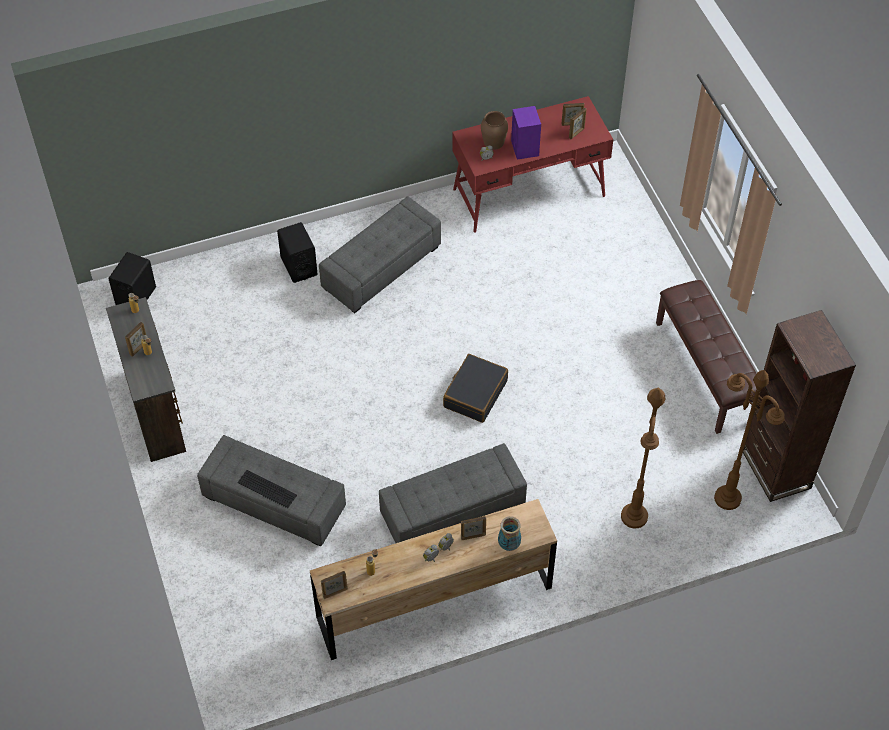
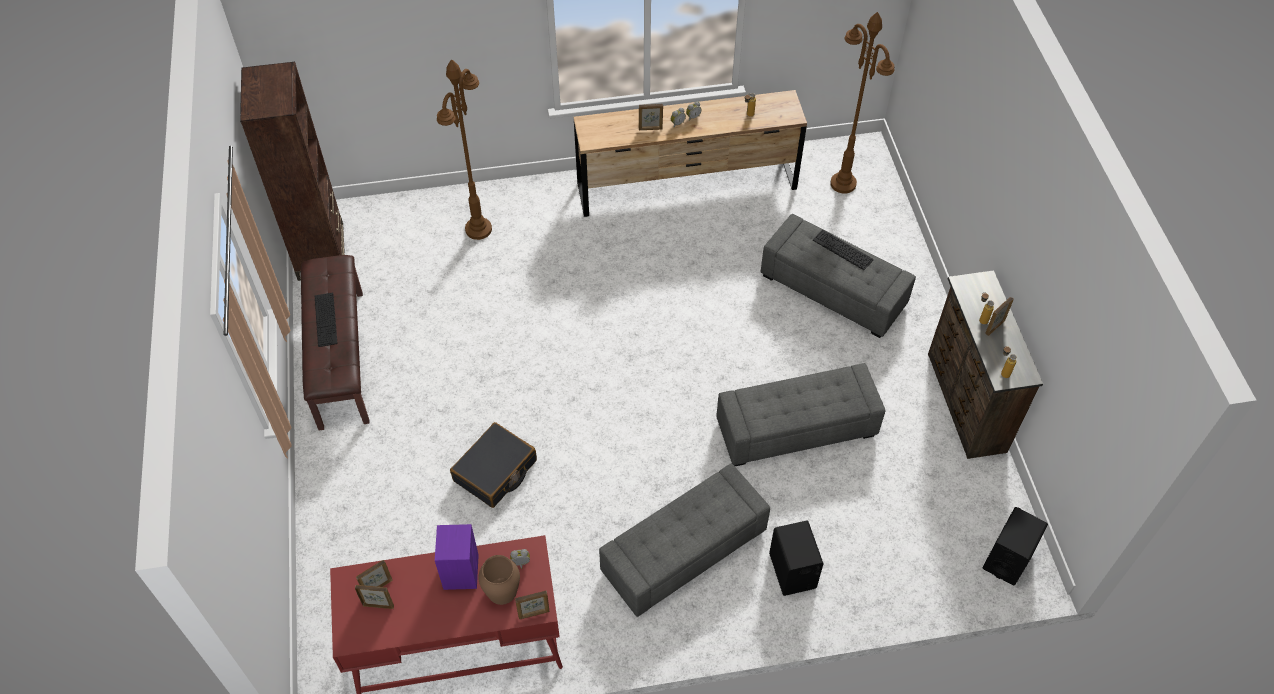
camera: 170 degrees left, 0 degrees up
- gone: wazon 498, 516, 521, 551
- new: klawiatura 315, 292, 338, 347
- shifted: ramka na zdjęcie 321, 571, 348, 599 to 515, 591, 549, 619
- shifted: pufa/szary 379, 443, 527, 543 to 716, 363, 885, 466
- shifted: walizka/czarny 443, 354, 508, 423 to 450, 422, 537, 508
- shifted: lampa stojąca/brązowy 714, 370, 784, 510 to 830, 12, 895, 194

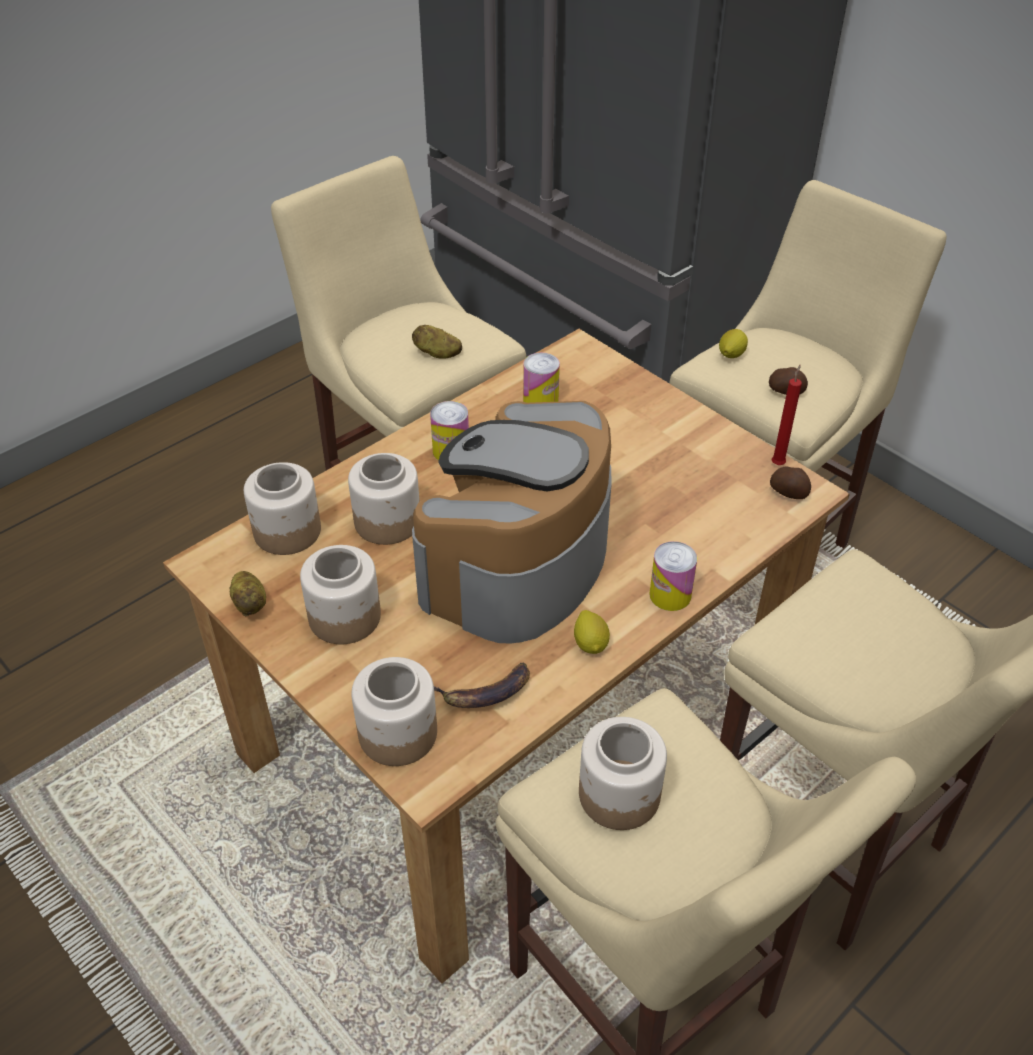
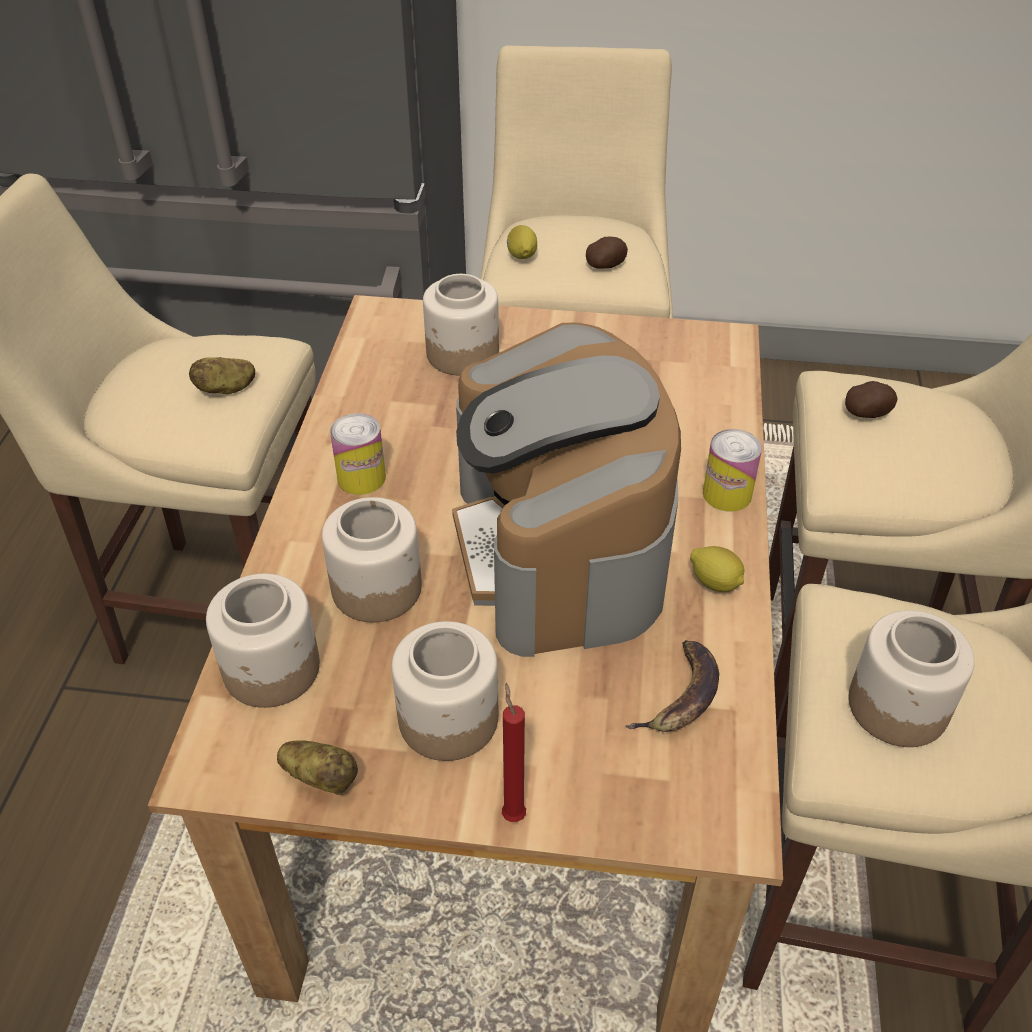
camera: 40 degrees left, 0 degrees up
- gone: puszka 523, 353, 560, 403
- shifted: słoik 352, 657, 437, 766 to 423, 274, 499, 376
- shifted: ziemniak 770, 467, 811, 499 to 845, 381, 898, 418
- shifted: świeca/czerwony 772, 365, 802, 465 to 502, 683, 526, 822

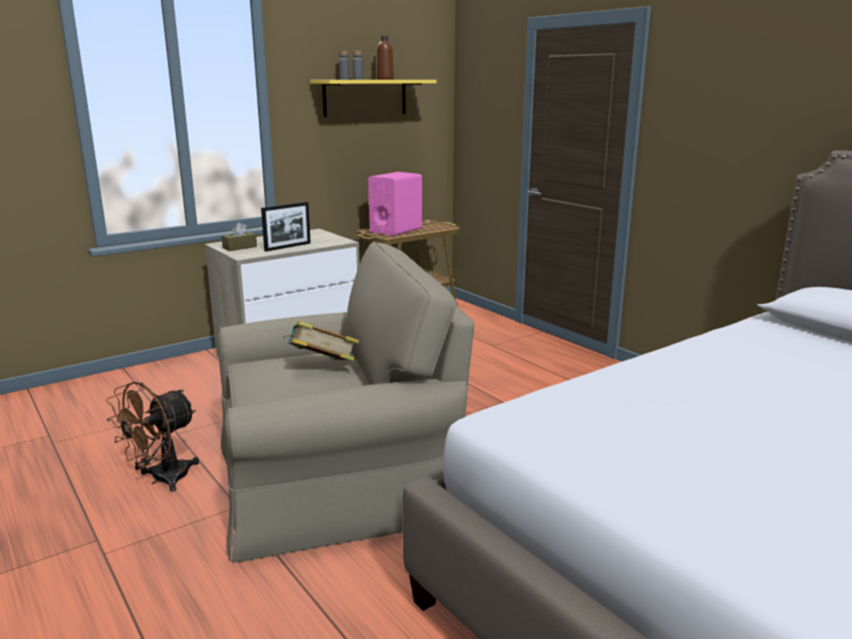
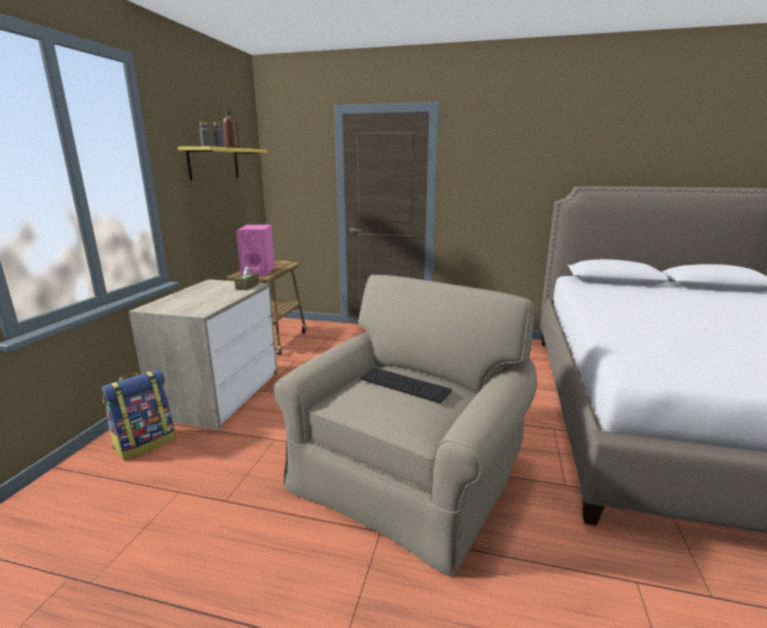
camera: 40 degrees left, 0 degrees up
- gone: wentylator/brązowy 106, 381, 199, 492
- gone: ramka na zdjęcie 261, 202, 311, 252
- new: plecak 102, 370, 176, 461
- shifted: pudełko chusteczek/brązowy 222, 222, 257, 251 to 234, 266, 259, 290
- swapped: książka 283, 321, 359, 361 to klawiatura 359, 367, 452, 403

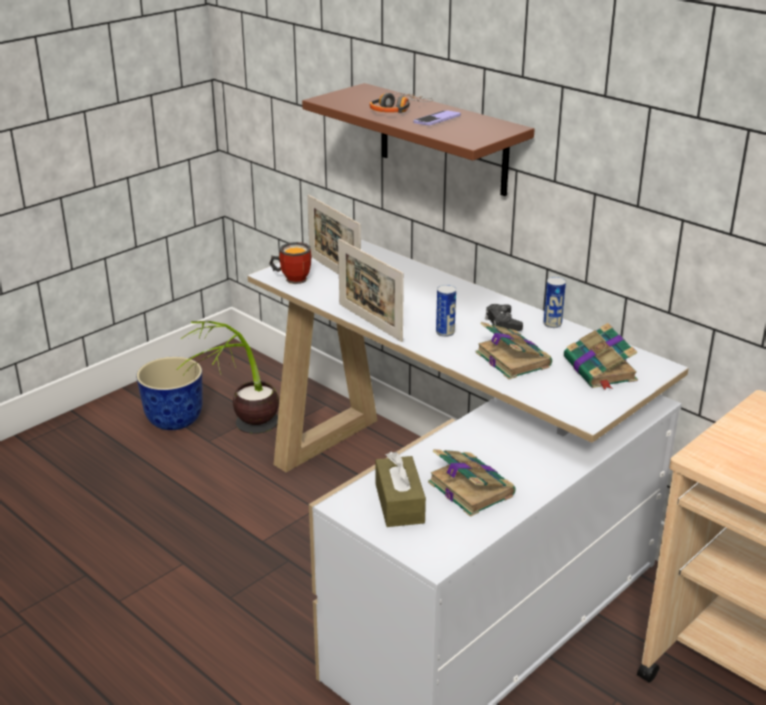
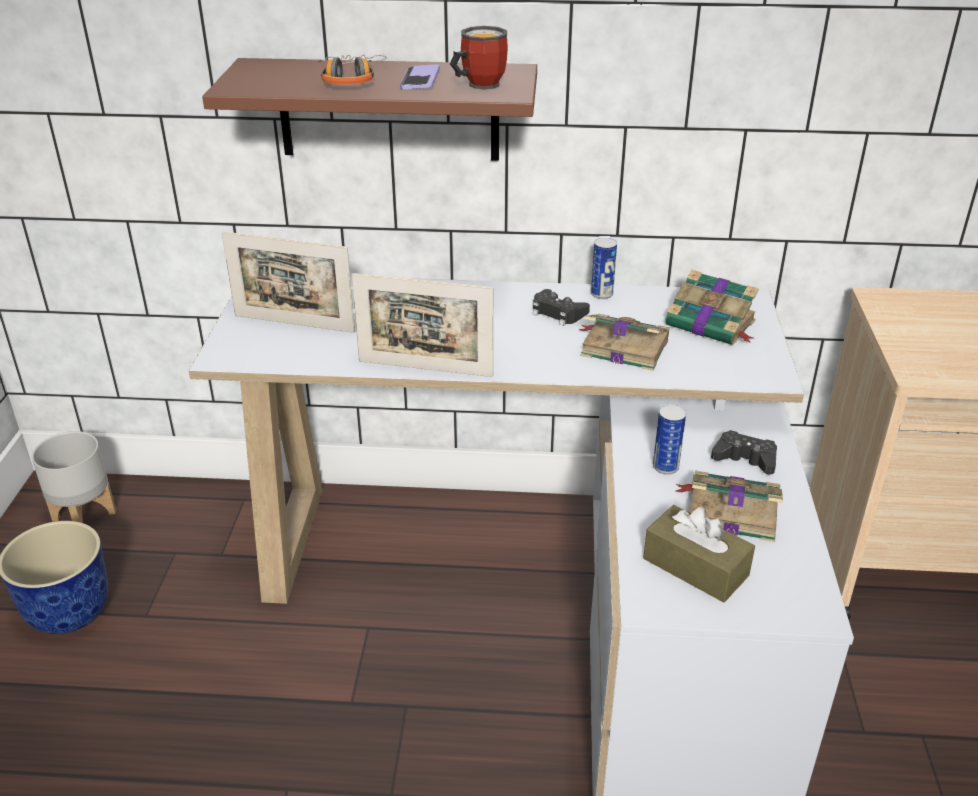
camera: 40 degrees left, 5 degrees up
- gone: roślina doniczkowa 176, 321, 279, 434
- new: donica/szary 31, 431, 116, 523
- new: pad do gier/czarny 711, 430, 777, 475
- shifted: kubek 269, 242, 312, 284 to 450, 26, 508, 90
- shifted: puszka 436, 285, 456, 337 to 653, 404, 686, 475

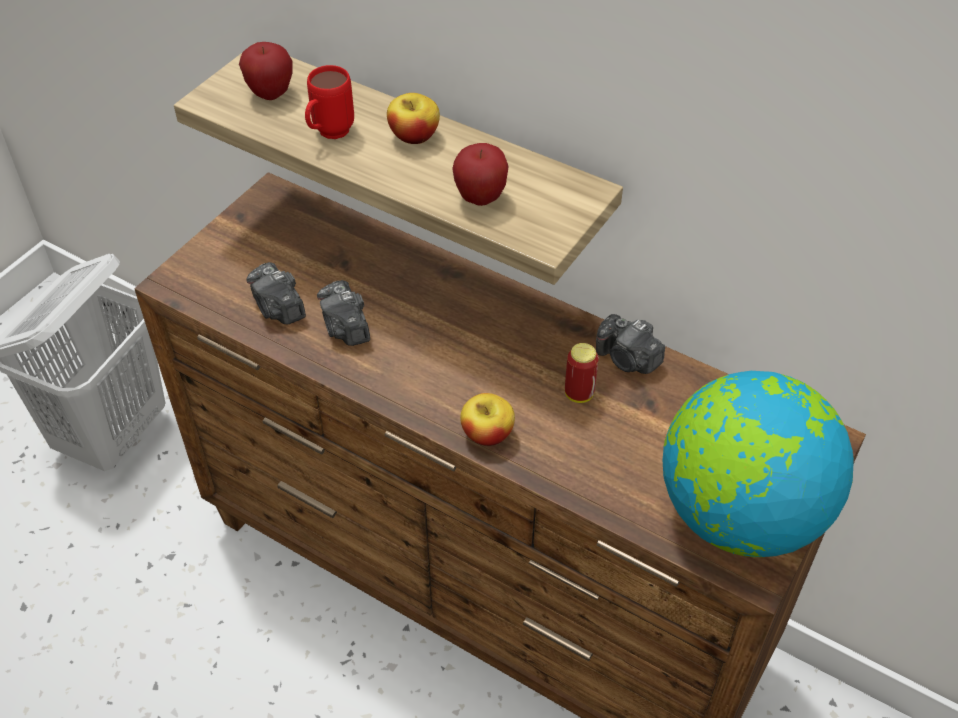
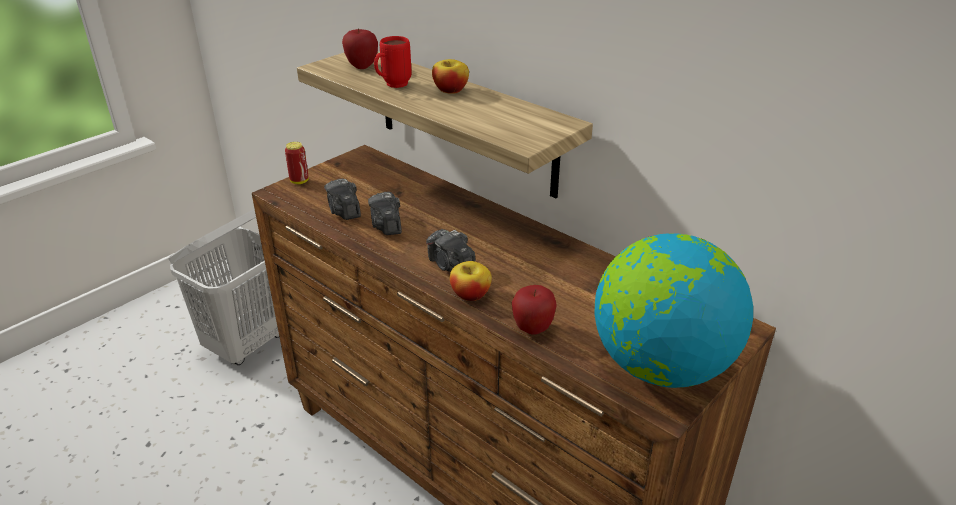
camera: 10 degrees right, 15 degrees down
- shifted: jabłko 452, 143, 509, 206 to 512, 285, 557, 335
- shifted: puszka 565, 343, 599, 403 to 285, 142, 309, 184
- shifted: aparat fotograficzny 596, 314, 665, 374 to 426, 229, 476, 271

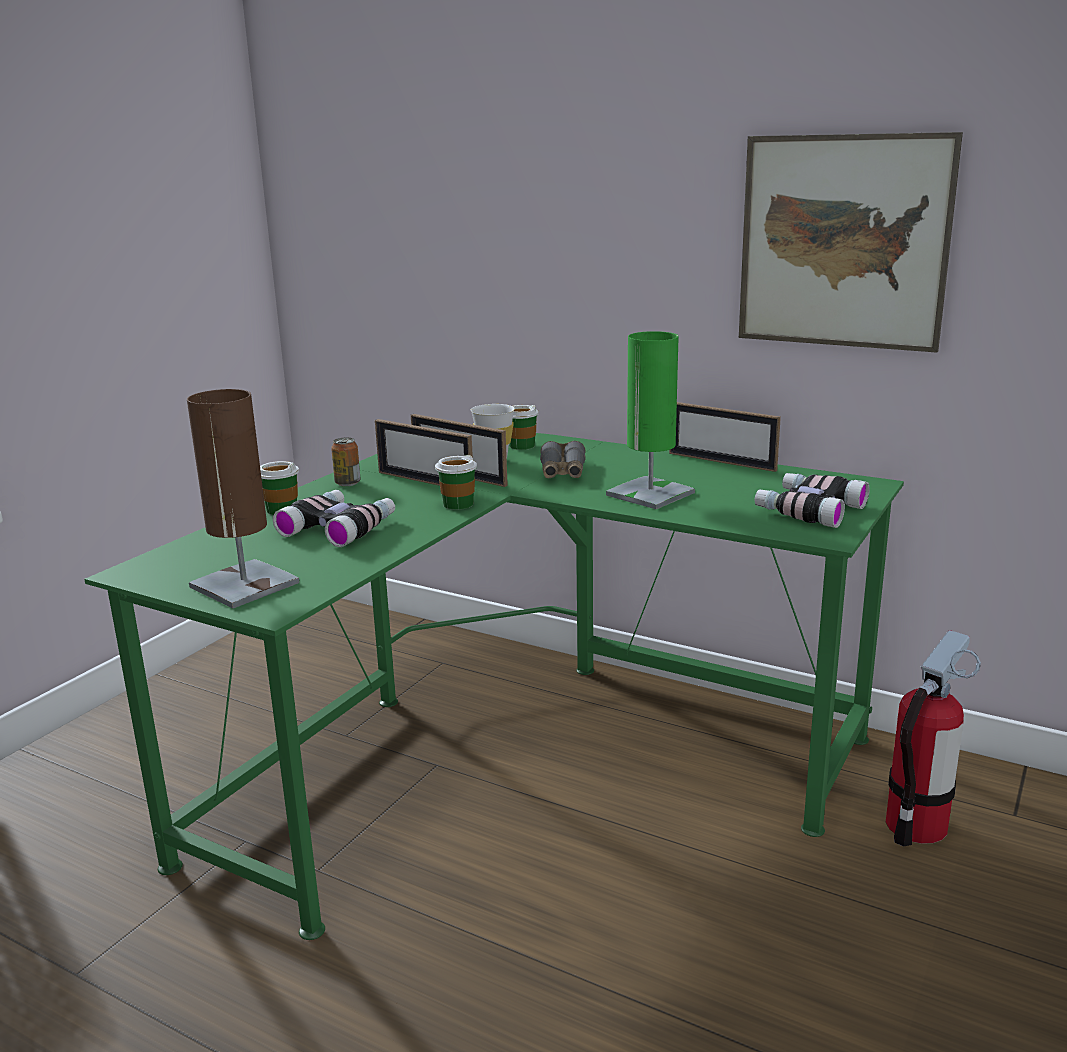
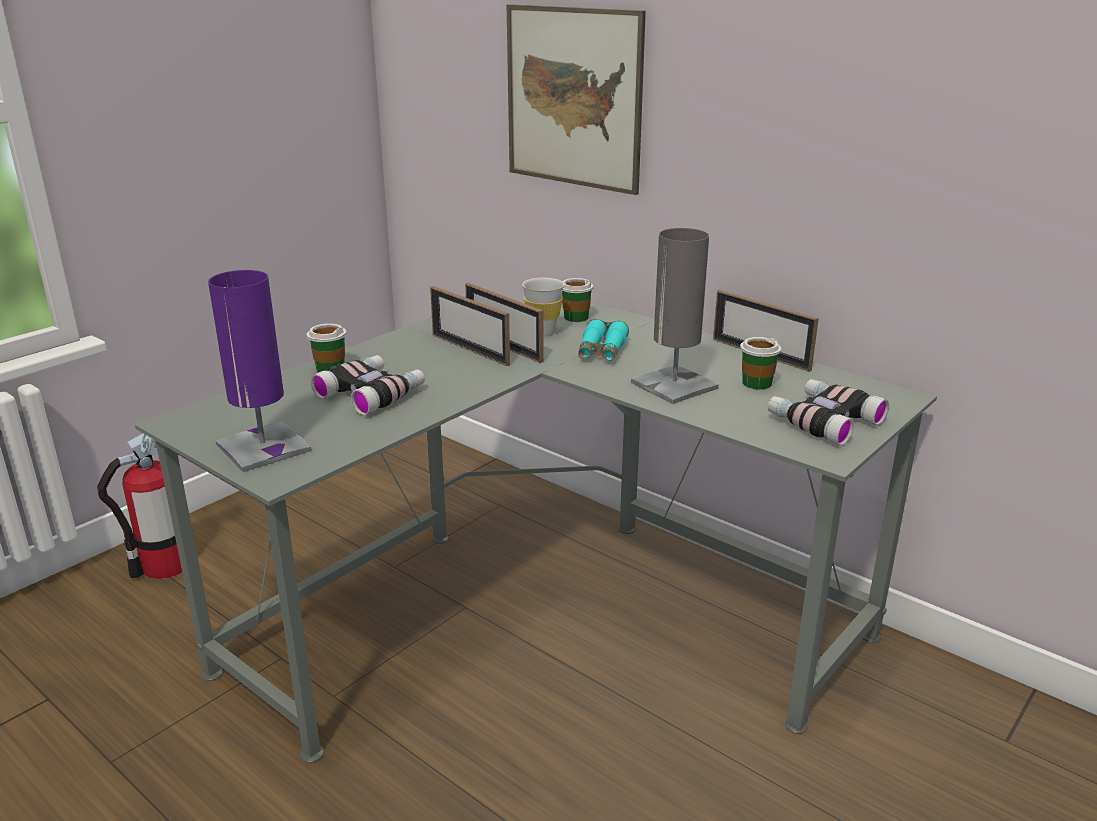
camera: 10 degrees right, 5 degrees up
- gone: puszka 331, 438, 361, 486
- shifted: filiżanka 435, 455, 477, 510 to 740, 337, 781, 390
- shifted: obraz 739, 132, 963, 353 to 507, 4, 646, 195
- shifted: gaśnica 886, 630, 981, 847 to 97, 433, 182, 579
- repainted: biurko/zielony 84, 433, 904, 940 to biurko/szary 135, 298, 937, 763
- repainted: lampa stołowa/brązowy 187, 389, 299, 608 to lampa stołowa/fioletowy 208, 270, 311, 472
- repainted: lornetka/szary 540, 441, 586, 478 to lornetka/turkusowy 578, 319, 629, 361
- repainted: lampa stołowa/zielony 606, 331, 695, 509 to lampa stołowa/szary 631, 228, 719, 404

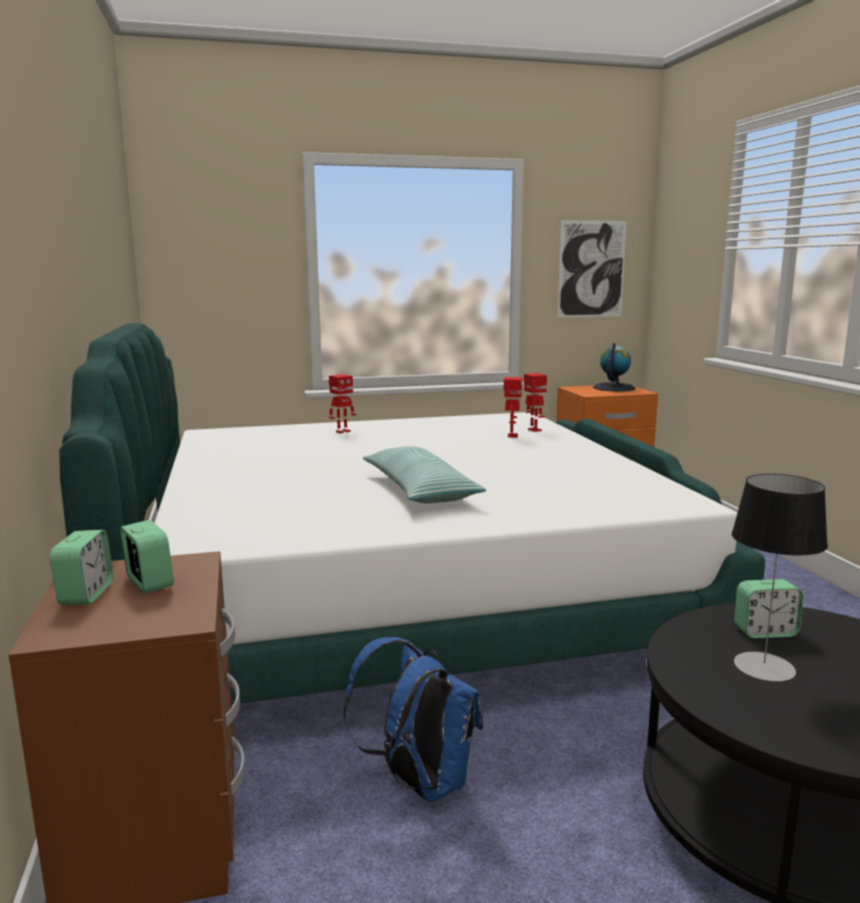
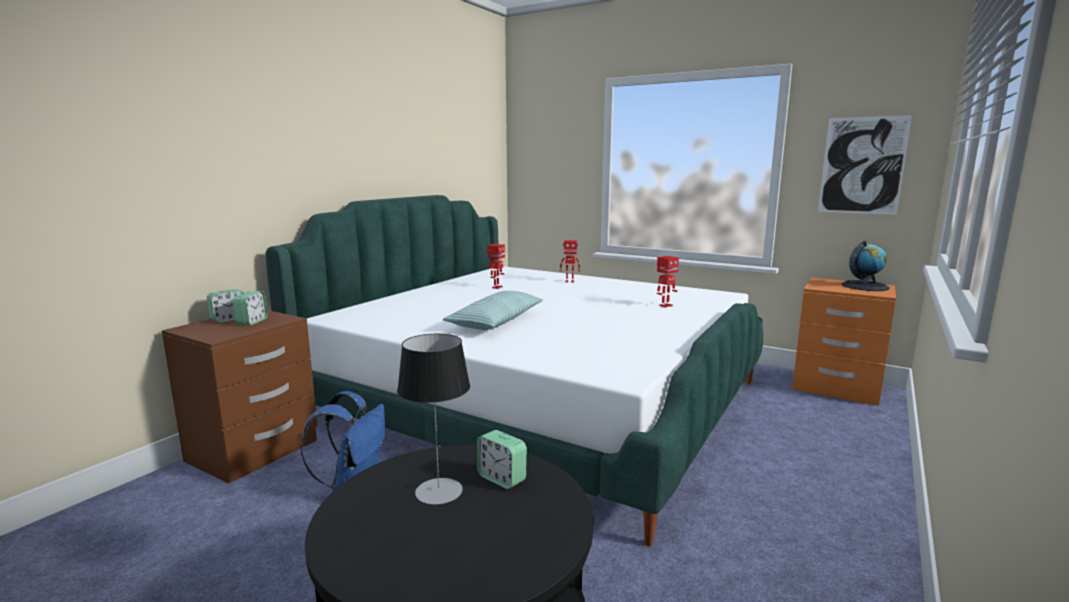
camera: 45 degrees right, 0 degrees up
- shifted: robot zabawkowy 524, 373, 547, 432 to 487, 244, 505, 289

